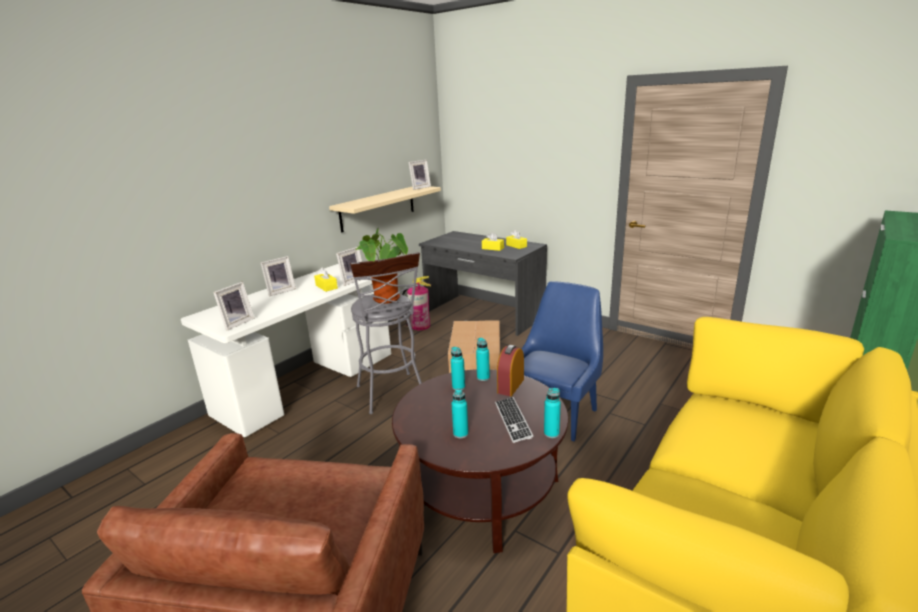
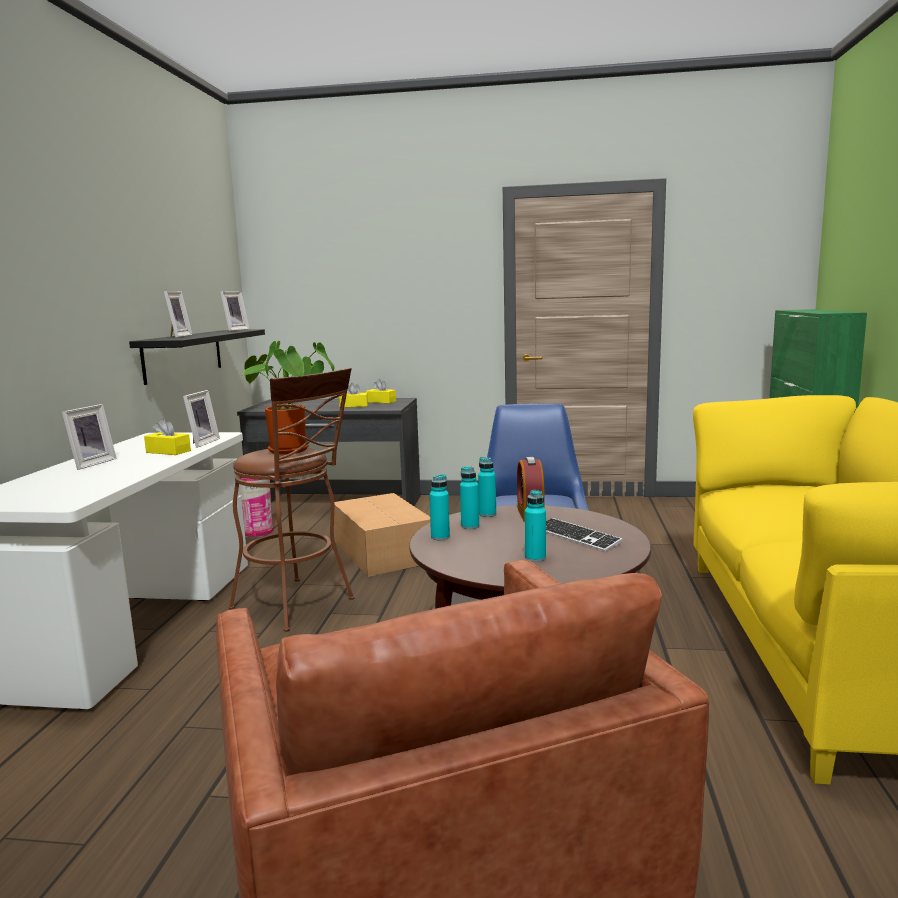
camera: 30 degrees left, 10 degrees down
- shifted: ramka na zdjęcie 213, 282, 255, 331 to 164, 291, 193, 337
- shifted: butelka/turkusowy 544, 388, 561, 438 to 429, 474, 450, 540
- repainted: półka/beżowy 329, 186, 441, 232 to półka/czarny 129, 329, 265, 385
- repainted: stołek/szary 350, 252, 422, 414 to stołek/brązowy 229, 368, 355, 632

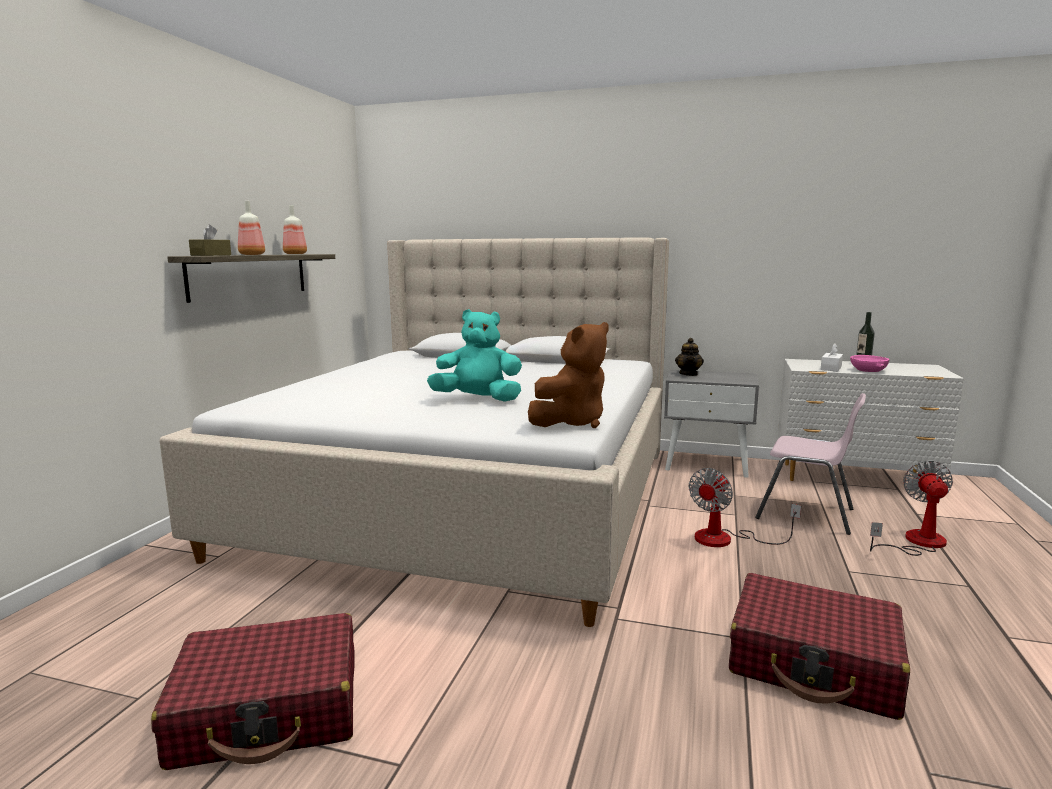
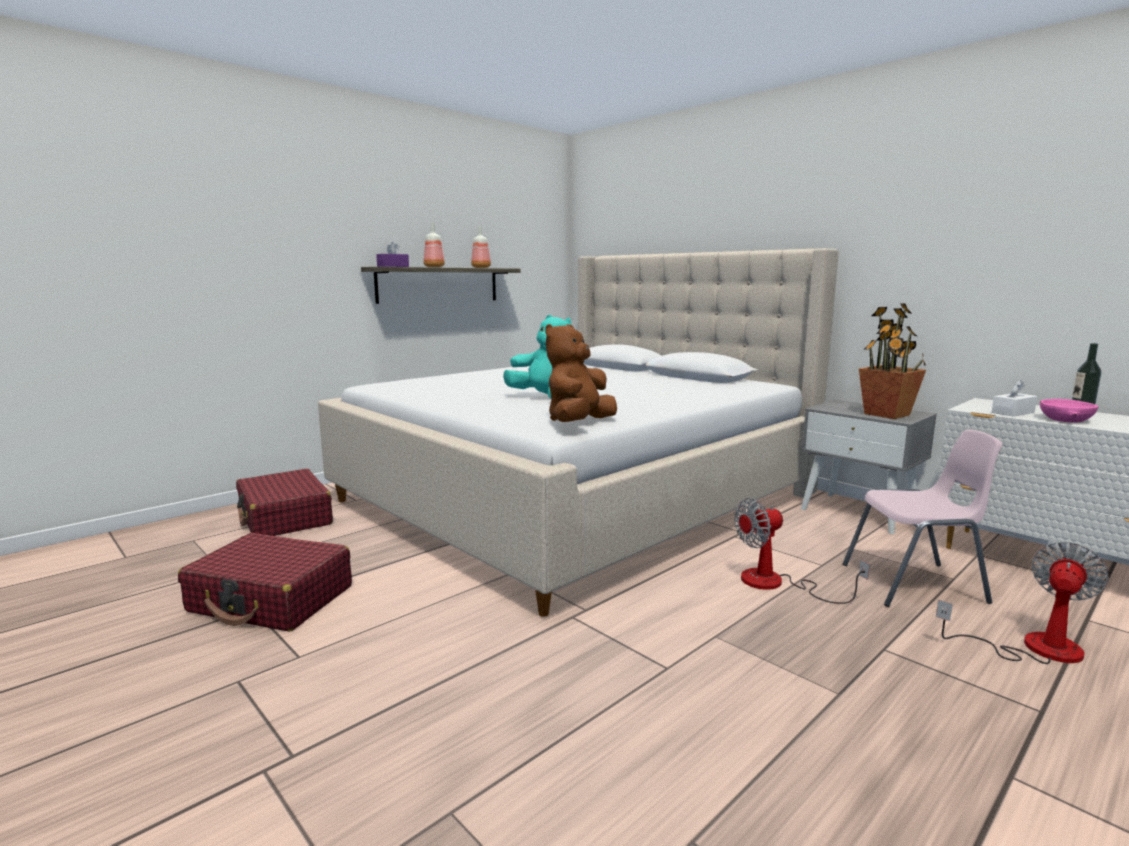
camera: 30 degrees right, 0 degrees up
- gone: imbryk 675, 338, 704, 376
- new: roślina doniczkowa 859, 303, 926, 419
- shifted: walizka/czerwony 729, 573, 910, 720 to 236, 469, 333, 536
- repainted: pudełko chusteczek/brązowy 189, 225, 231, 256 to pudełko chusteczek/fioletowy 376, 242, 409, 267
- rotated: pluszak/brązowy 528, 322, 608, 428 = 545, 324, 617, 422 135 degrees clockwise
- rotated: krzesło/różowy 755, 393, 866, 535 = 843, 429, 1002, 607 60 degrees counterclockwise

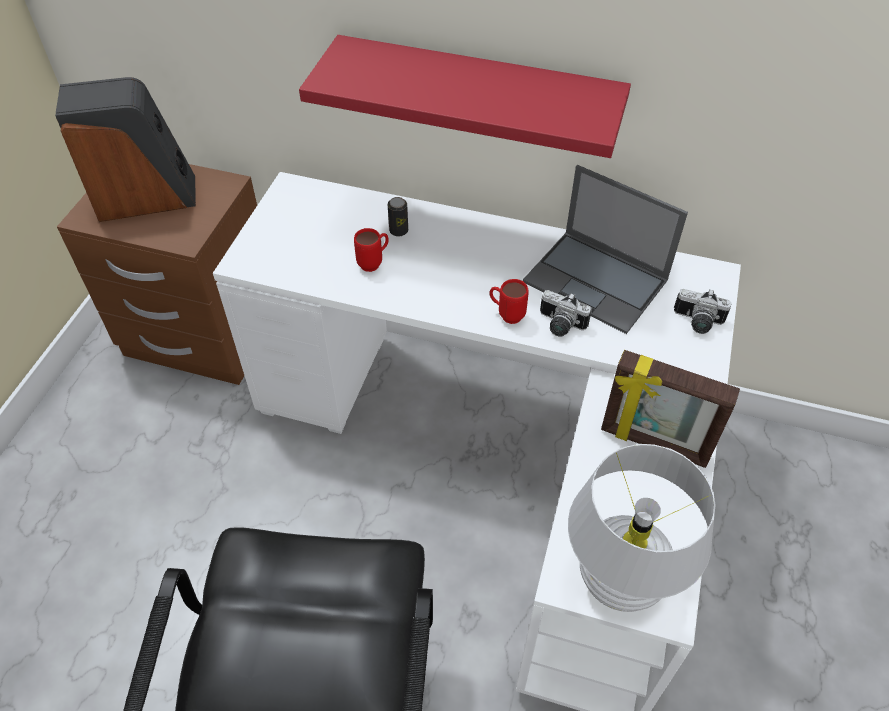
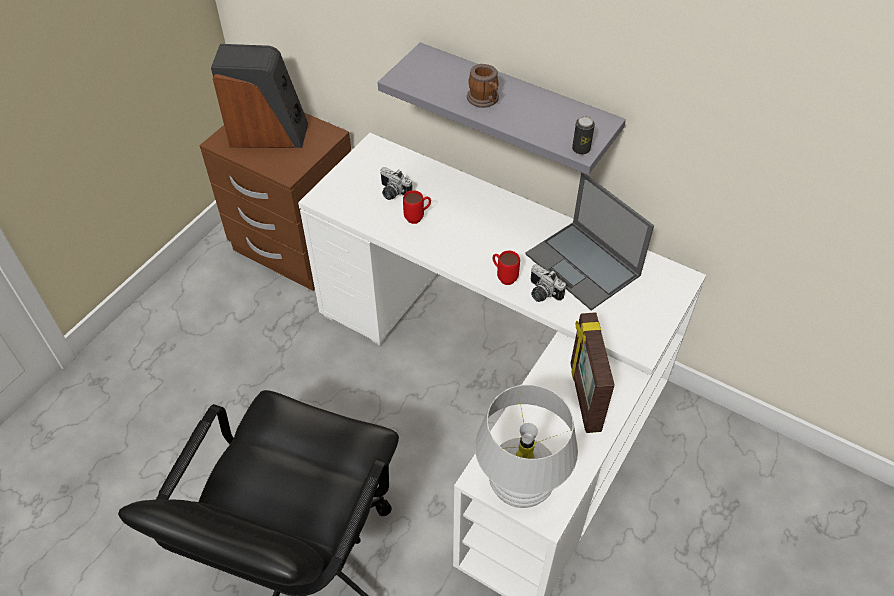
camera: 15 degrees right, 0 degrees up
- new: kubek 467, 64, 499, 108
- shifted: puszka 388, 197, 408, 237 to 572, 116, 595, 155
- shifted: aparat fotograficzny 674, 289, 731, 334 to 380, 167, 412, 200
- repainted: półka/czerwony 299, 35, 631, 158 to półka/szary 378, 42, 626, 175
- rotated: ramka na zdjęcie 601, 350, 740, 468 = 570, 312, 615, 433 45 degrees clockwise

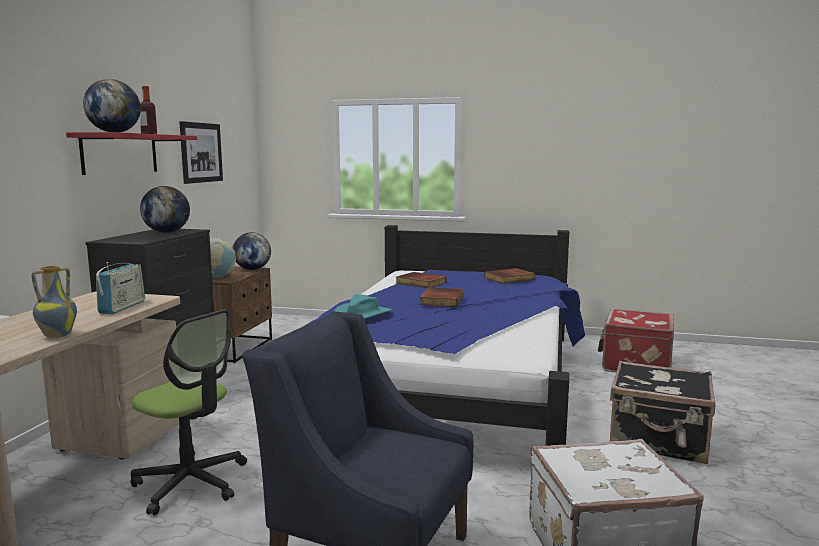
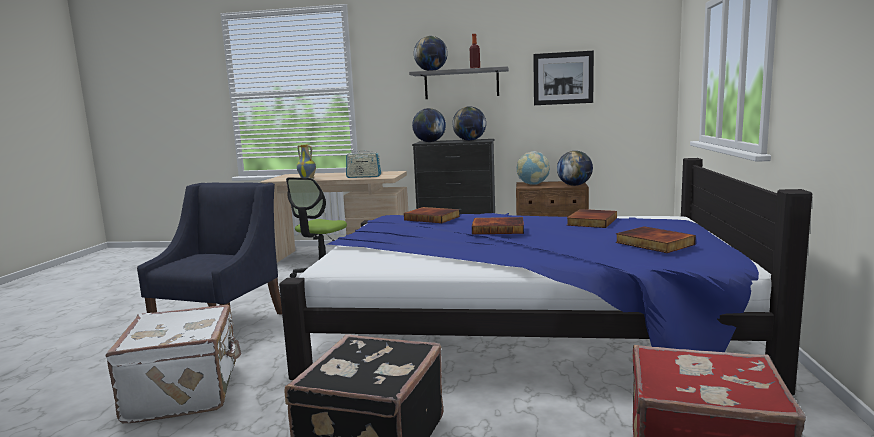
camera: 85 degrees right, 0 degrees up
- new: globus 412, 108, 446, 142
- swapped: kapelusz/turkusowy 334, 294, 392, 319 to książka 404, 207, 460, 223
- repainted: półka/czerwony 66, 132, 197, 175 to półka/szary 409, 66, 509, 99

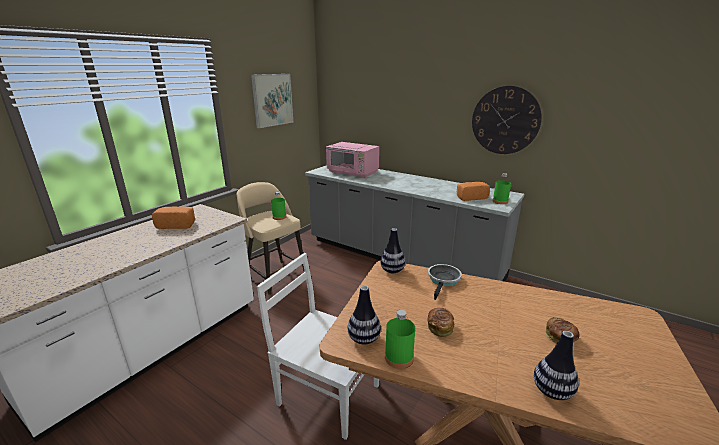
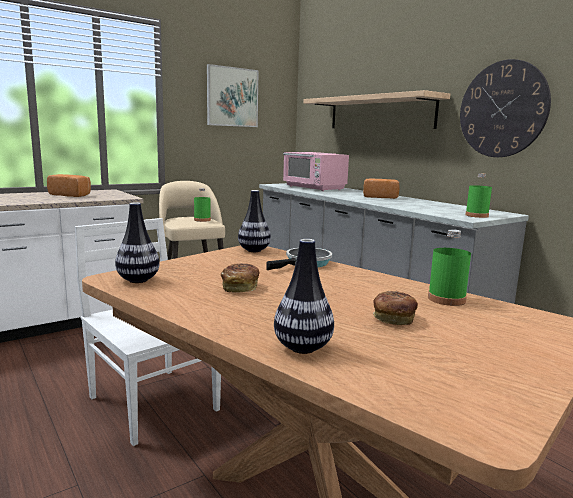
camera: 20 degrees right, 10 degrees down
- new: półka 303, 90, 451, 129
- shifted: butelka/zielony 385, 310, 415, 369 to 428, 229, 471, 306
- shifted: chleb 457, 182, 490, 201 to 363, 178, 400, 199

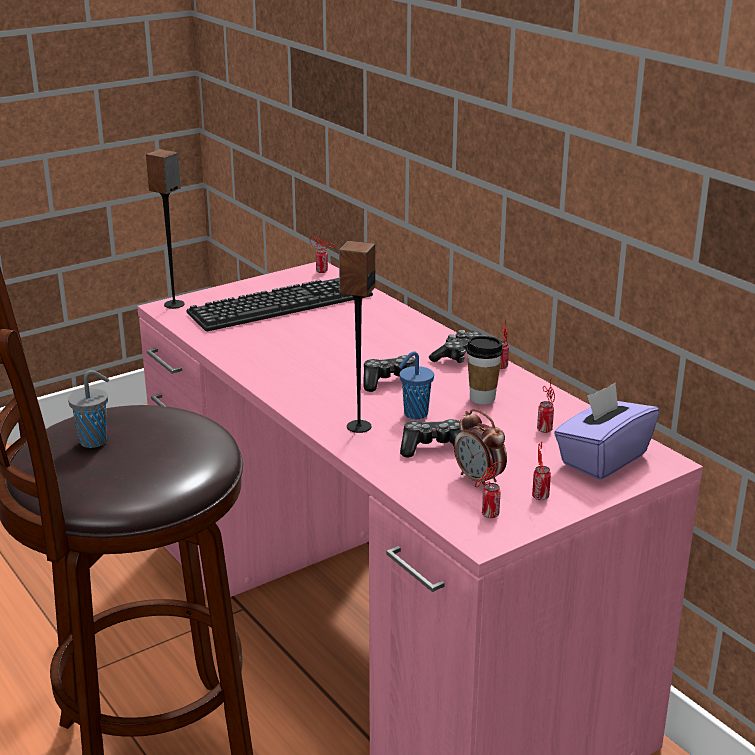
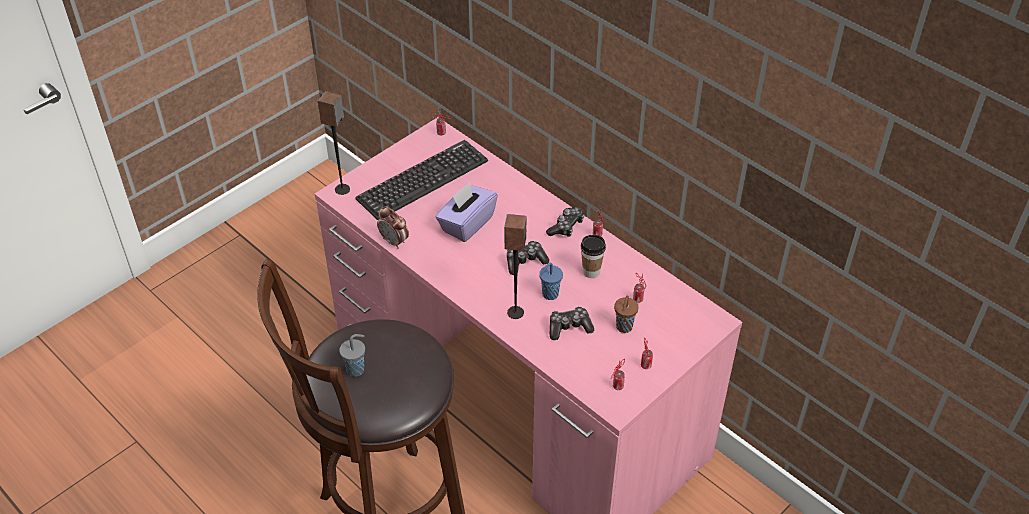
camera: 10 degrees left, 20 degrees up
- new: filiżanka/brązowy 614, 296, 639, 333
- shifted: budzik 454, 409, 507, 486 to 377, 206, 409, 249
- shifted: pudełko chusteczek/fioletowy 554, 383, 659, 480 to 436, 182, 498, 242

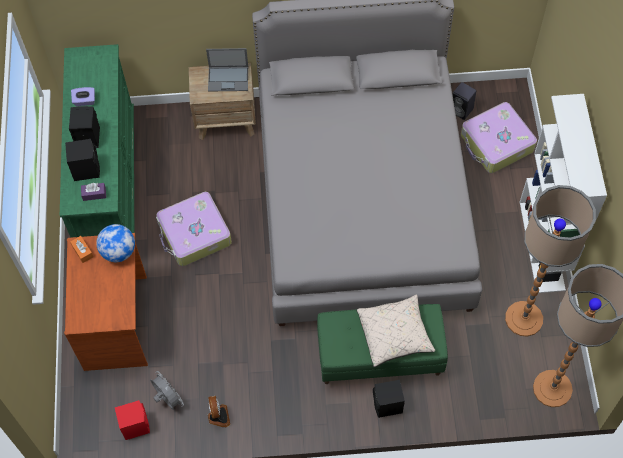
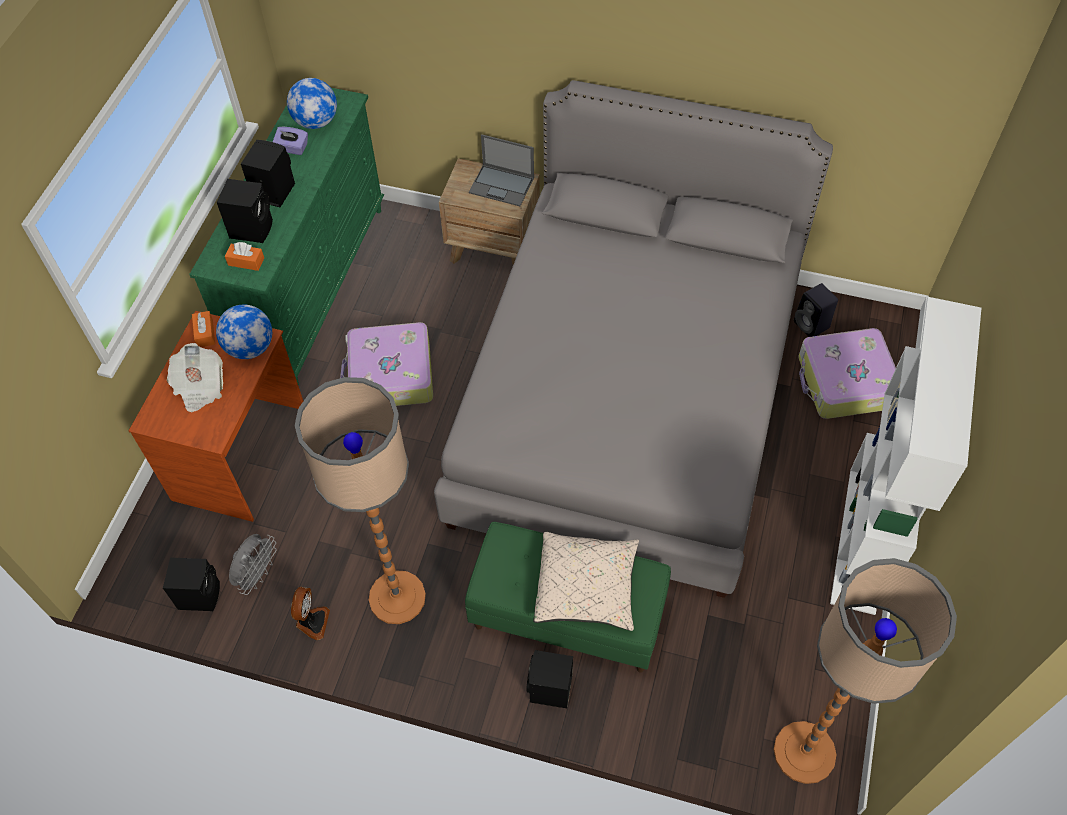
camera: 20 degrees right, 5 degrees down
- new: gazeta 166, 343, 223, 412
- new: globus 287, 78, 337, 129
- shifted: lampa stojąca 505, 185, 596, 337 to 295, 377, 426, 624
- repainted: pudełko chusteczek/fioletowy 81, 183, 106, 201 to pudełko chusteczek/pomarańczowy 225, 242, 264, 271
- repainted: głośnik/czerwony 115, 400, 150, 440 to głośnik/czarny 163, 557, 220, 611
- rotated: wentylator/szary 150, 371, 184, 410 = 229, 534, 277, 595 45 degrees clockwise

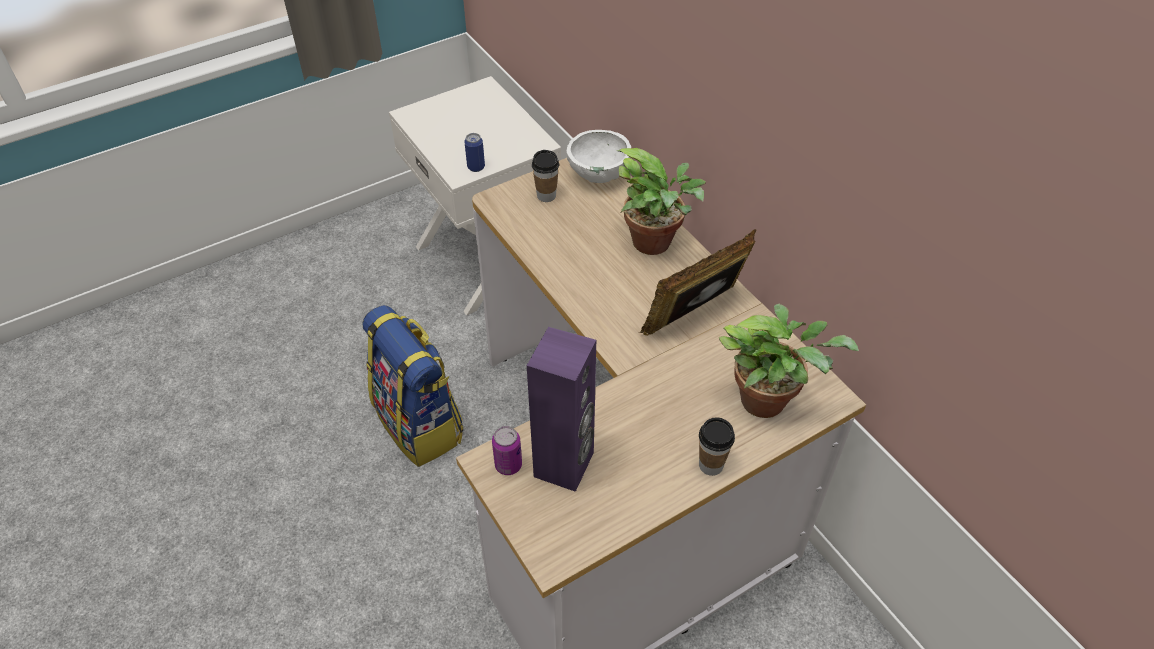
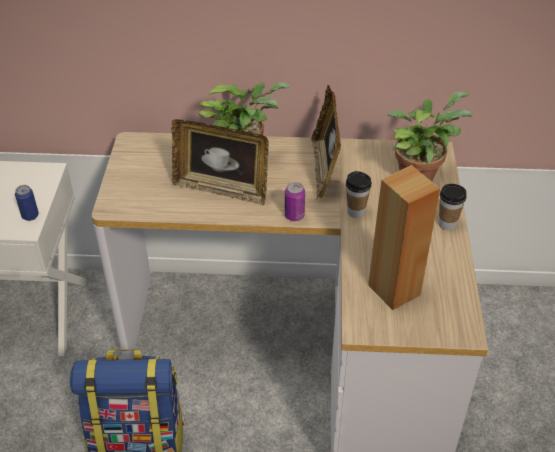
camera: 55 degrees left, 5 degrees down
- gone: miska/biały 566, 130, 631, 183
- new: ramka na zdjęcie 171, 119, 269, 205
- shifted: puszka 492, 426, 522, 475 to 285, 182, 305, 221
- shifted: filiżanka 532, 150, 559, 202 to 346, 171, 372, 218
- repainted: głośnik/fioletowy 527, 327, 596, 492 to głośnik/brązowy 368, 165, 440, 310

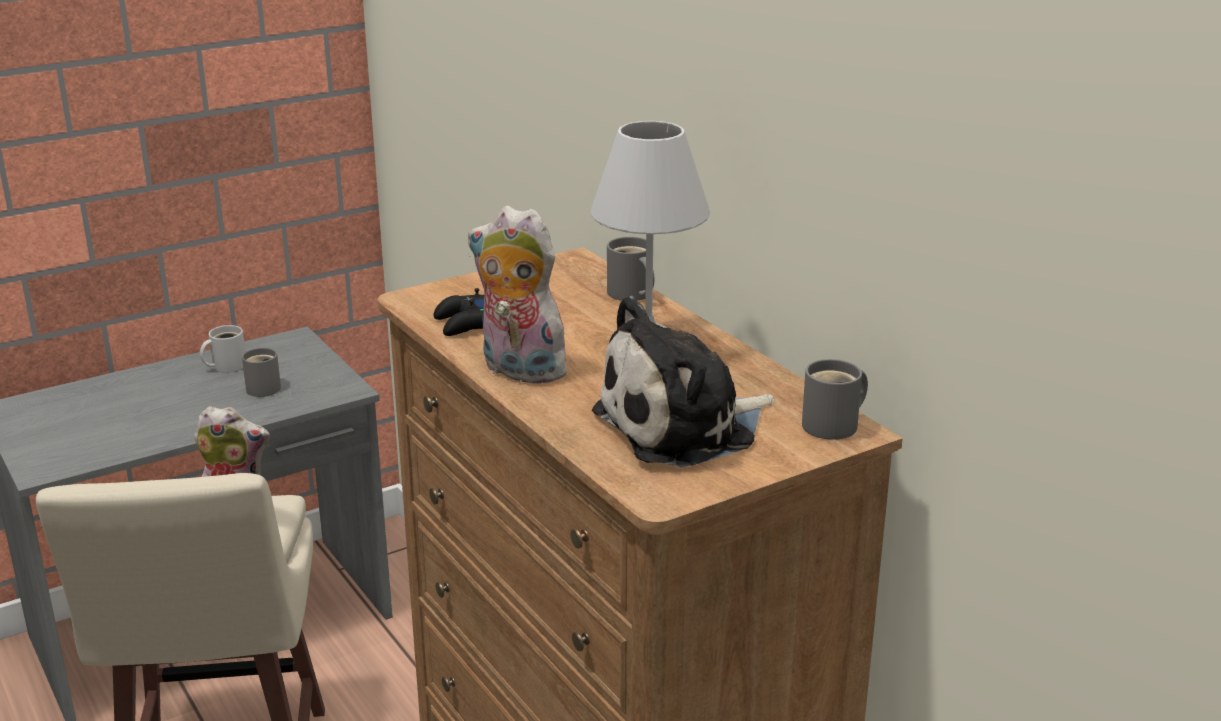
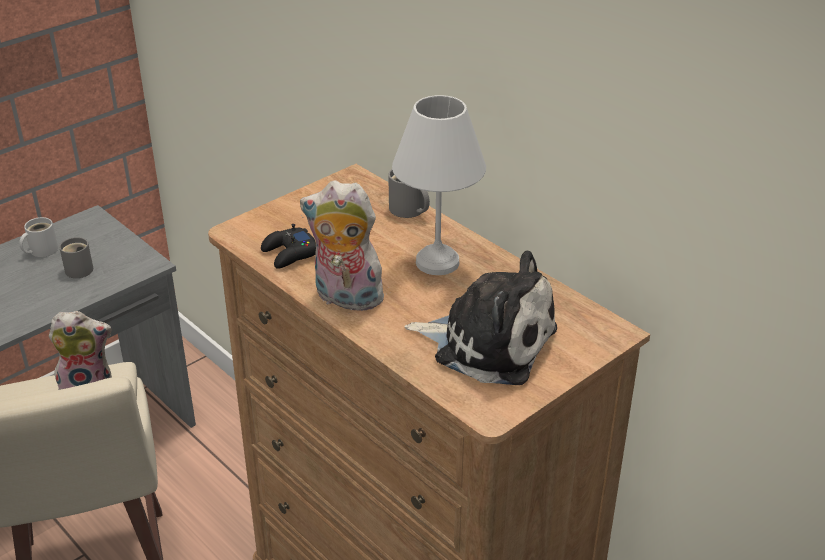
camera: 10 degrees left, 10 degrees up
- gone: kubek/szary 802, 359, 868, 440
- rotated: pluszak 592, 296, 774, 467 = 405, 250, 557, 385 120 degrees counterclockwise

